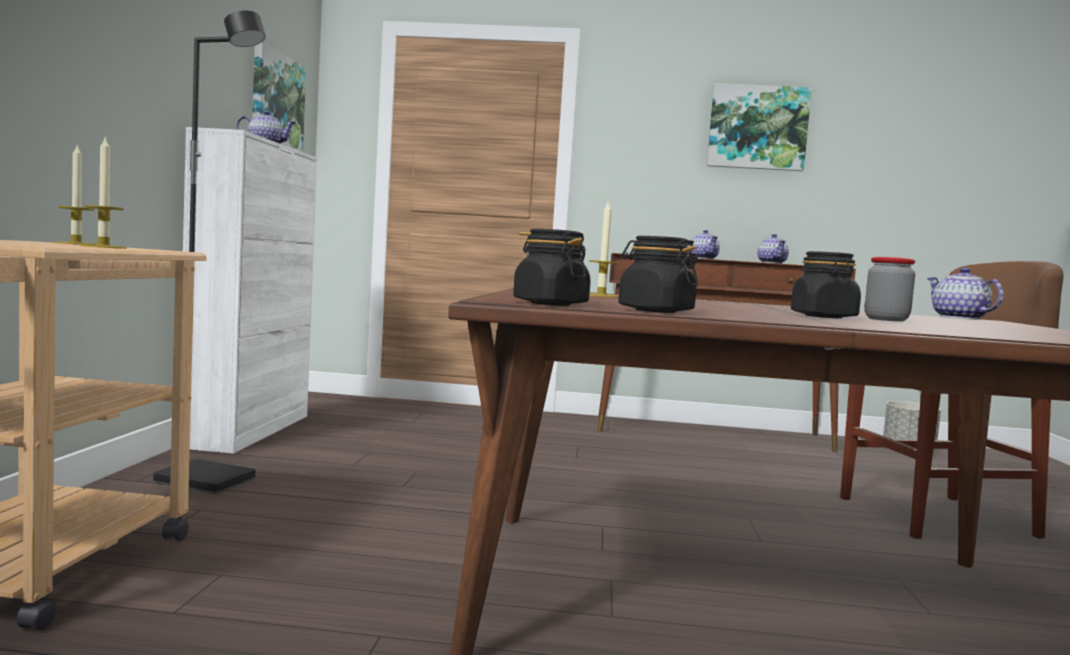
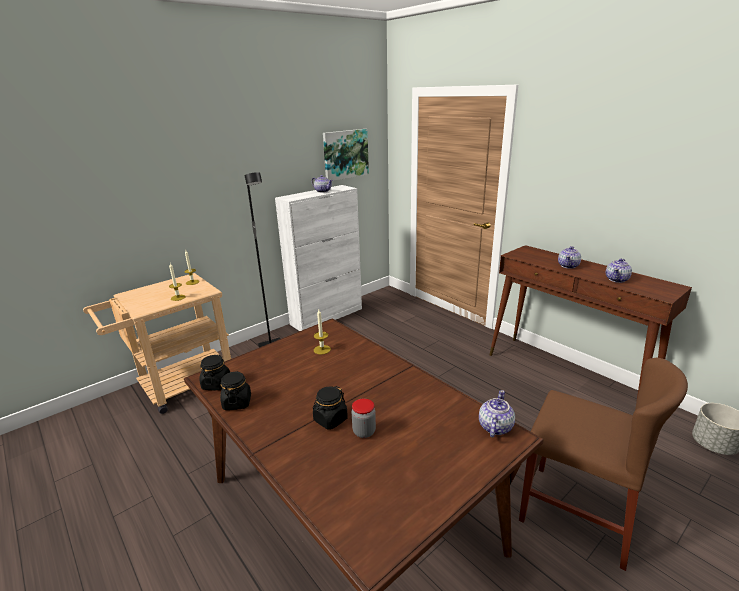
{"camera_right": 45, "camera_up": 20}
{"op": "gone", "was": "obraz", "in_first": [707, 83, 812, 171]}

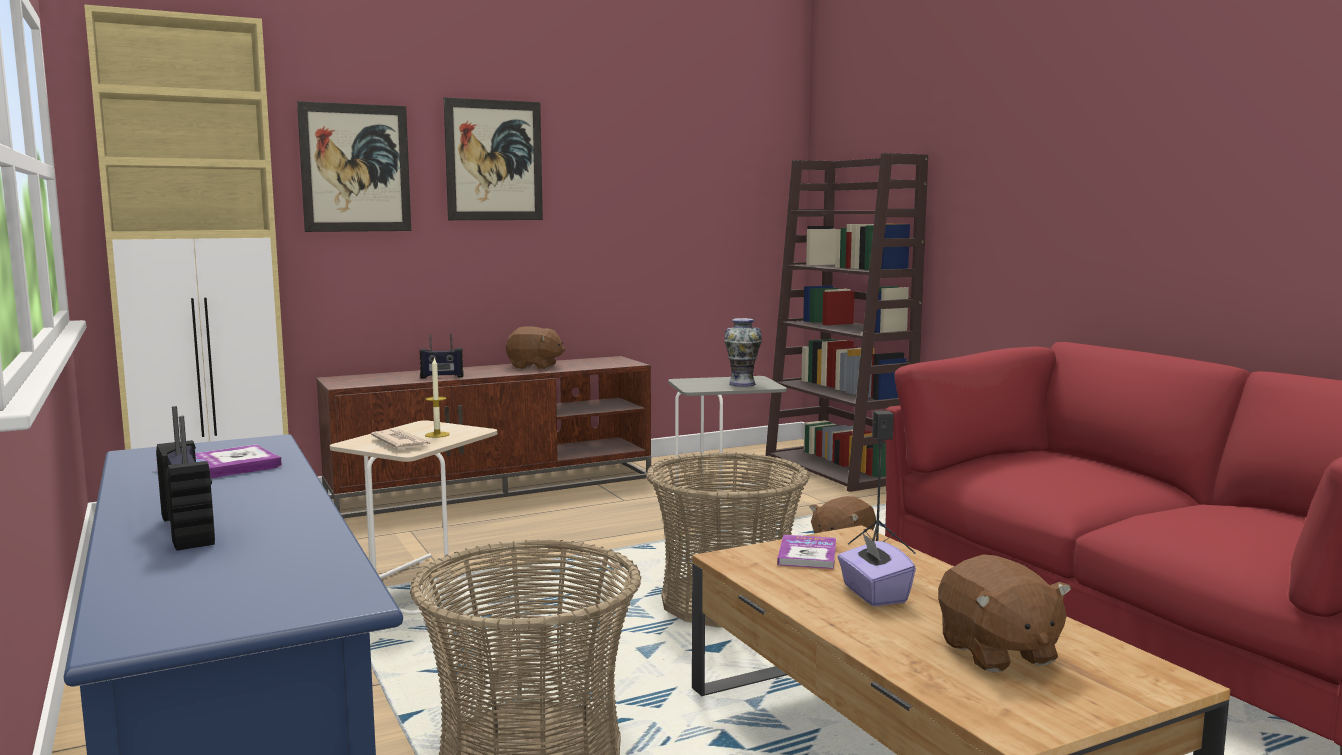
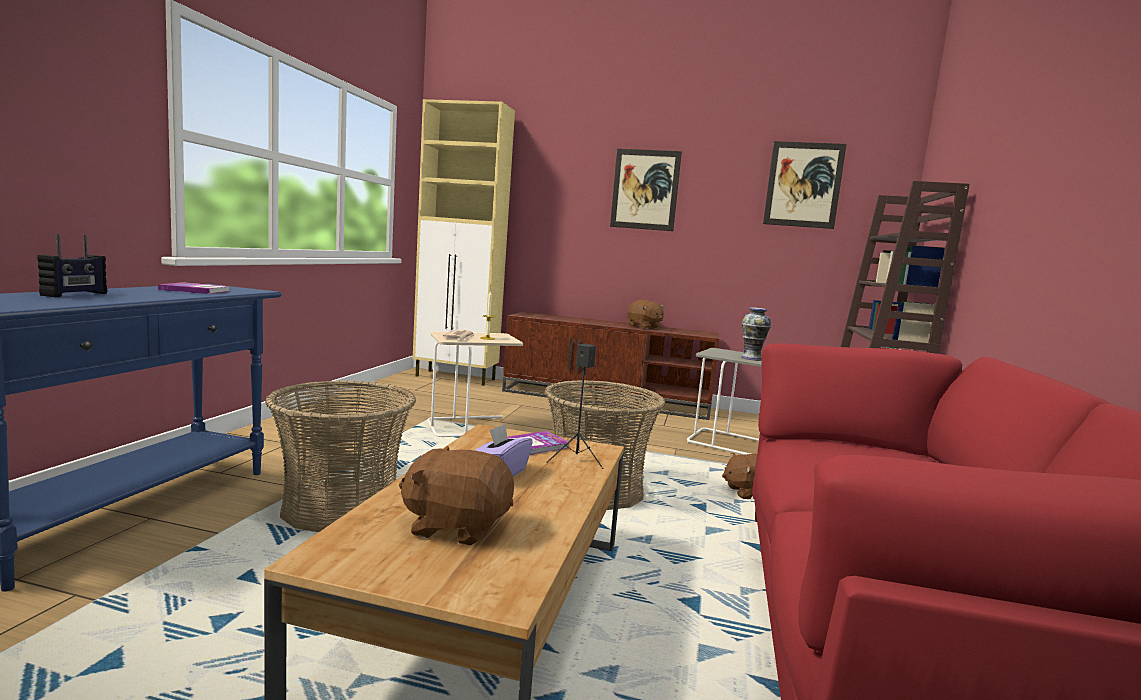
{"camera_right": 40, "camera_up": 0}
{"op": "shifted", "was": "obraz", "in_first": [297, 101, 411, 232], "in_second": [763, 141, 846, 229]}
{"op": "gone", "was": "radio", "in_first": [419, 334, 464, 379]}
{"op": "rotated", "was": "pluszak [brązowy]", "in_first": [938, 554, 1071, 672], "in_second": [399, 446, 514, 546], "clockwise": 75}

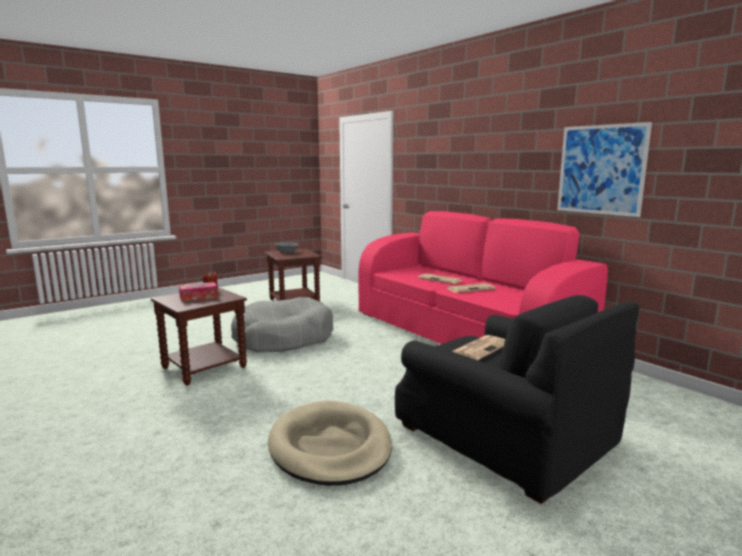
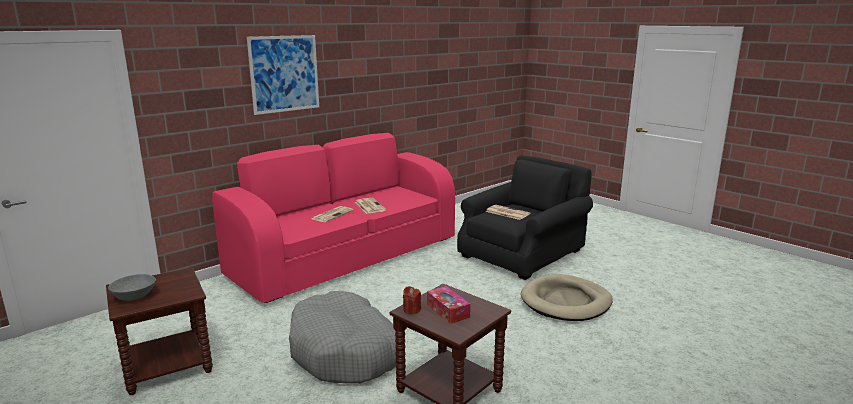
{"camera_right": -95, "camera_up": 5}
{"op": "shifted", "was": "obraz", "in_first": [557, 122, 652, 217], "in_second": [247, 35, 319, 115]}

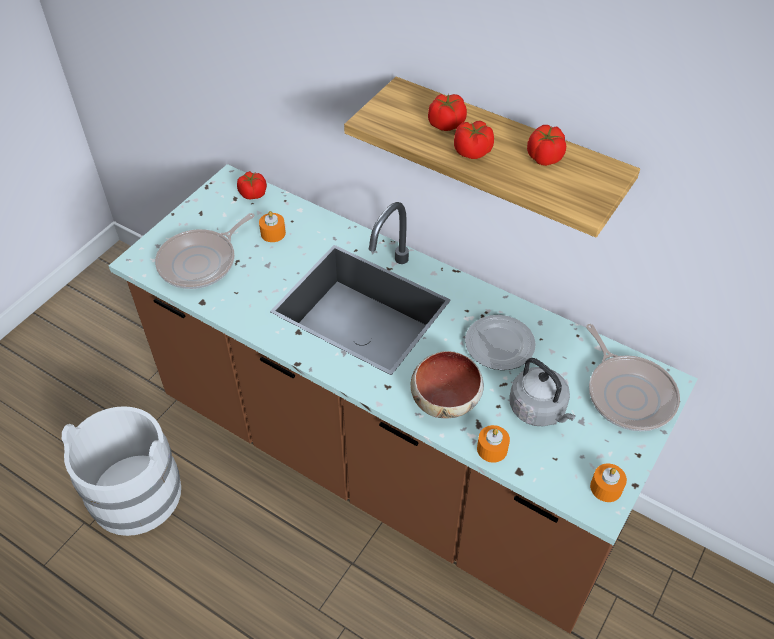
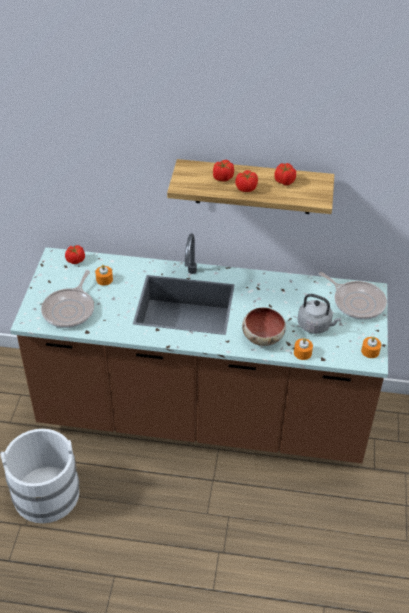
{"camera_right": -25, "camera_up": -5}
{"op": "gone", "was": "talerz", "in_first": [465, 315, 536, 370]}

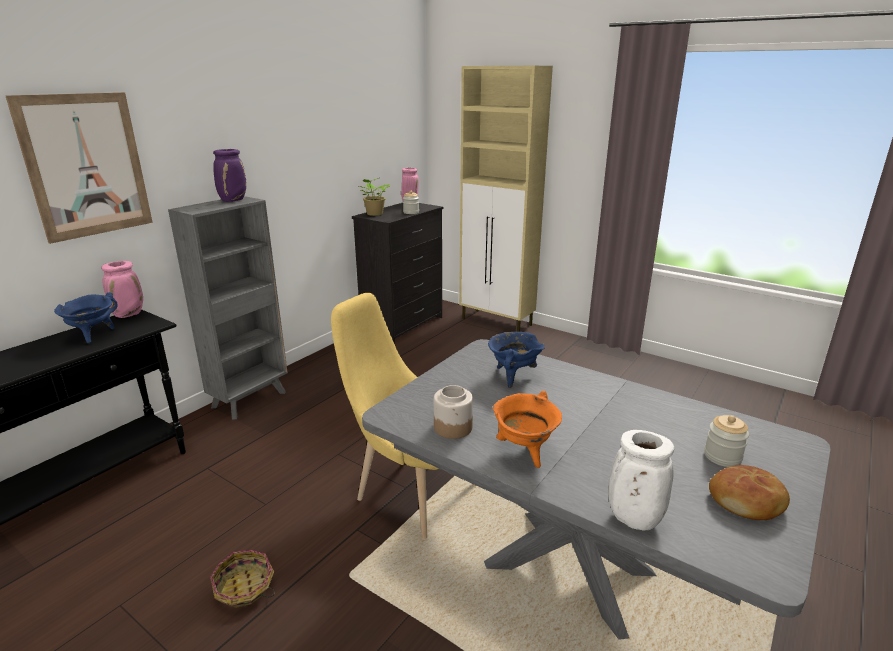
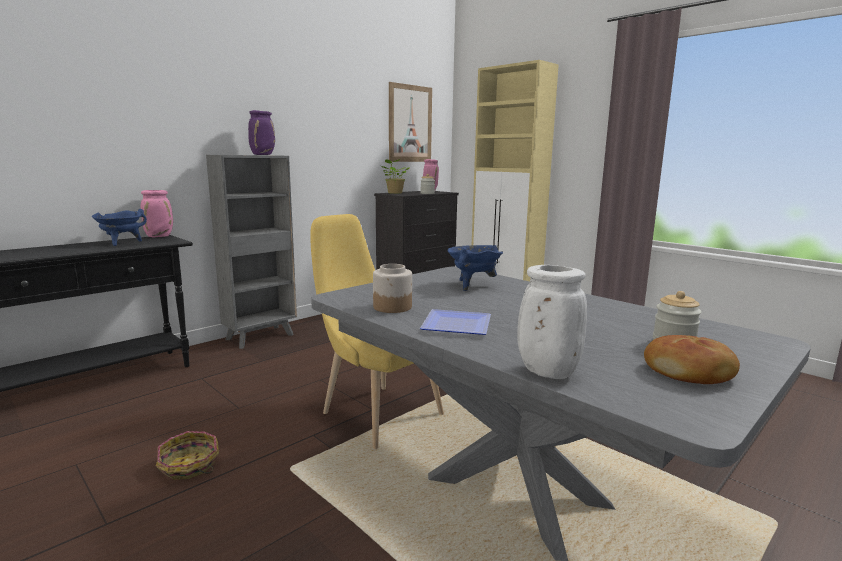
{"camera_right": 10, "camera_up": -10}
{"op": "shifted", "was": "obraz", "in_first": [6, 92, 153, 244], "in_second": [389, 82, 432, 162]}
{"op": "swapped", "was": "garnek [pomarańczowy]", "now": "talerz", "in_first": [493, 391, 562, 468], "in_second": [420, 309, 491, 335]}

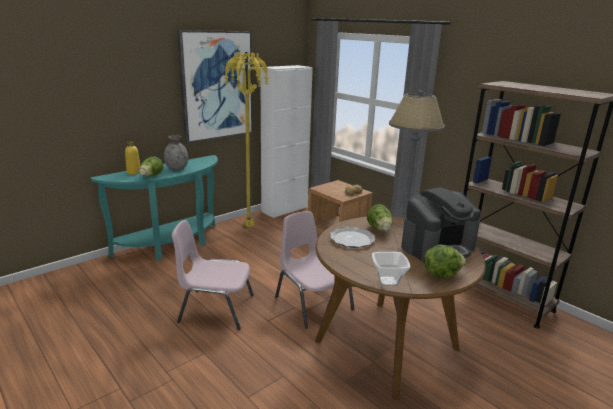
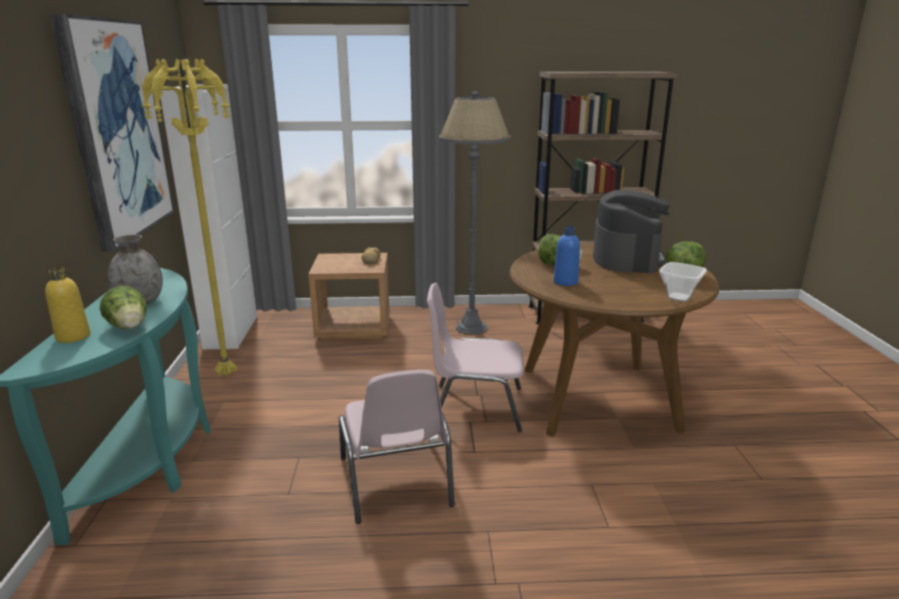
{"camera_right": -50, "camera_up": 0}
{"op": "rotated", "was": "krzesło [różowy]", "in_first": [172, 220, 254, 330], "in_second": [339, 370, 455, 524], "clockwise": -60}
{"op": "swapped", "was": "talerz", "now": "butelka [niebieski]", "in_first": [330, 227, 375, 248], "in_second": [554, 226, 580, 286]}

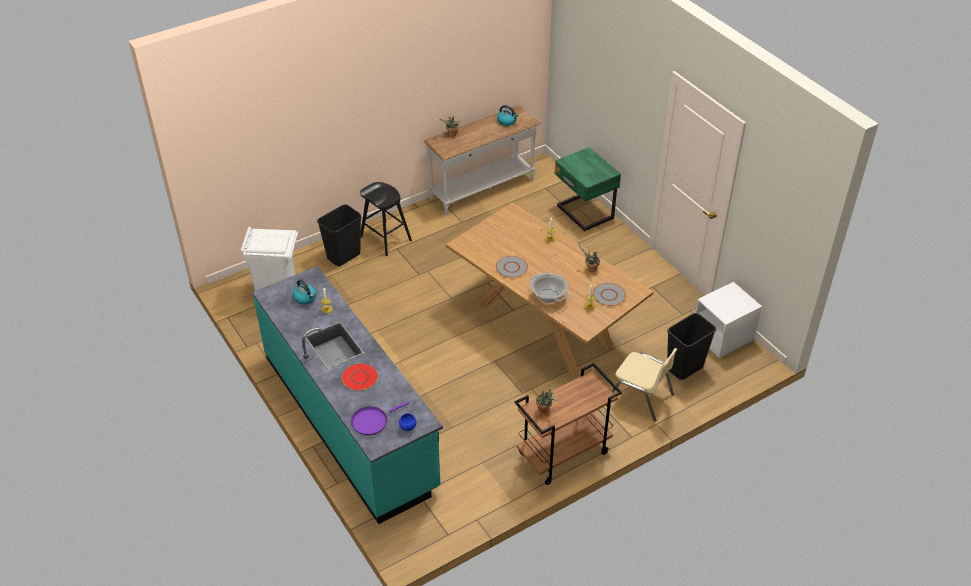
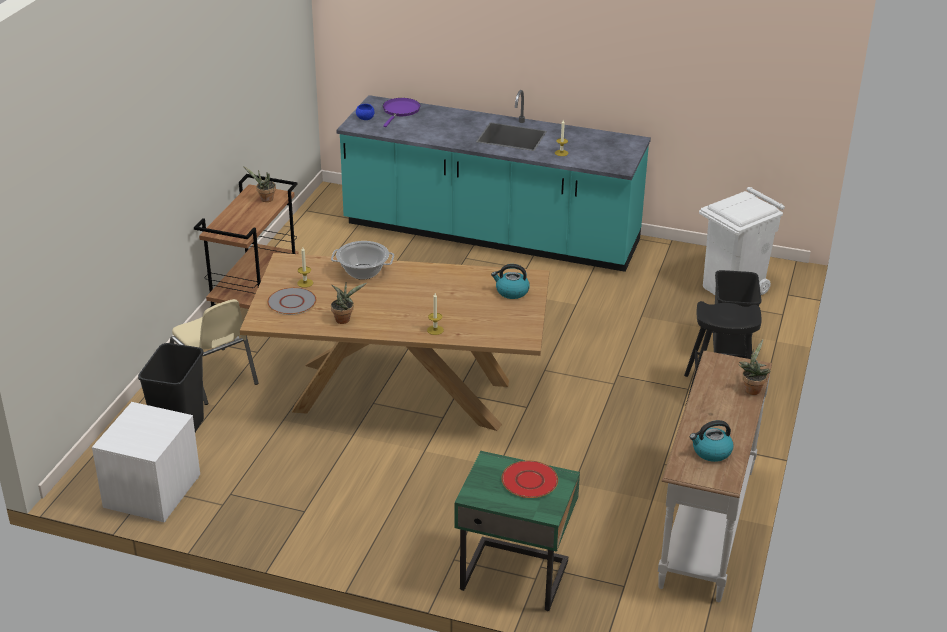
{"camera_right": 140, "camera_up": -10}
{"op": "shifted", "was": "czajnik", "in_first": [293, 279, 316, 305], "in_second": [491, 264, 530, 299]}
{"op": "shifted", "was": "talerz [czerwony]", "in_first": [342, 363, 378, 391], "in_second": [501, 460, 558, 498]}
{"op": "gone", "was": "talerz [szary]", "in_first": [496, 256, 528, 278]}
{"op": "rotated", "was": "krzesło [beżowy]", "in_first": [611, 348, 677, 422], "in_second": [170, 299, 259, 405], "clockwise": -120}

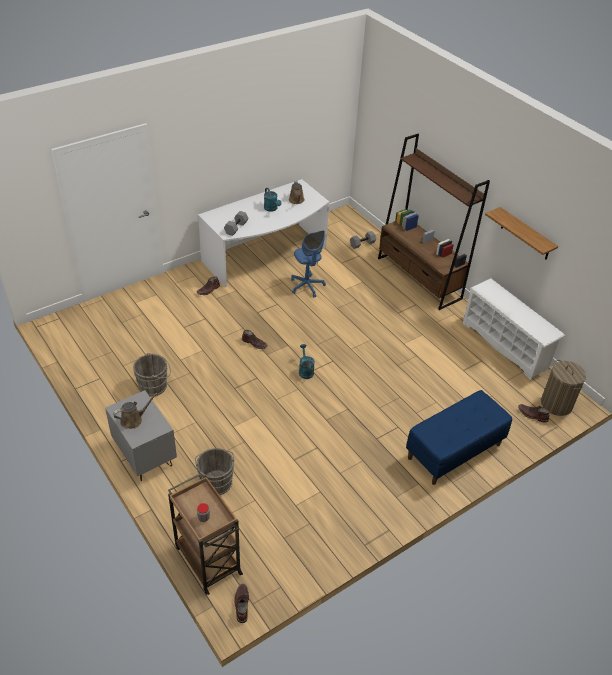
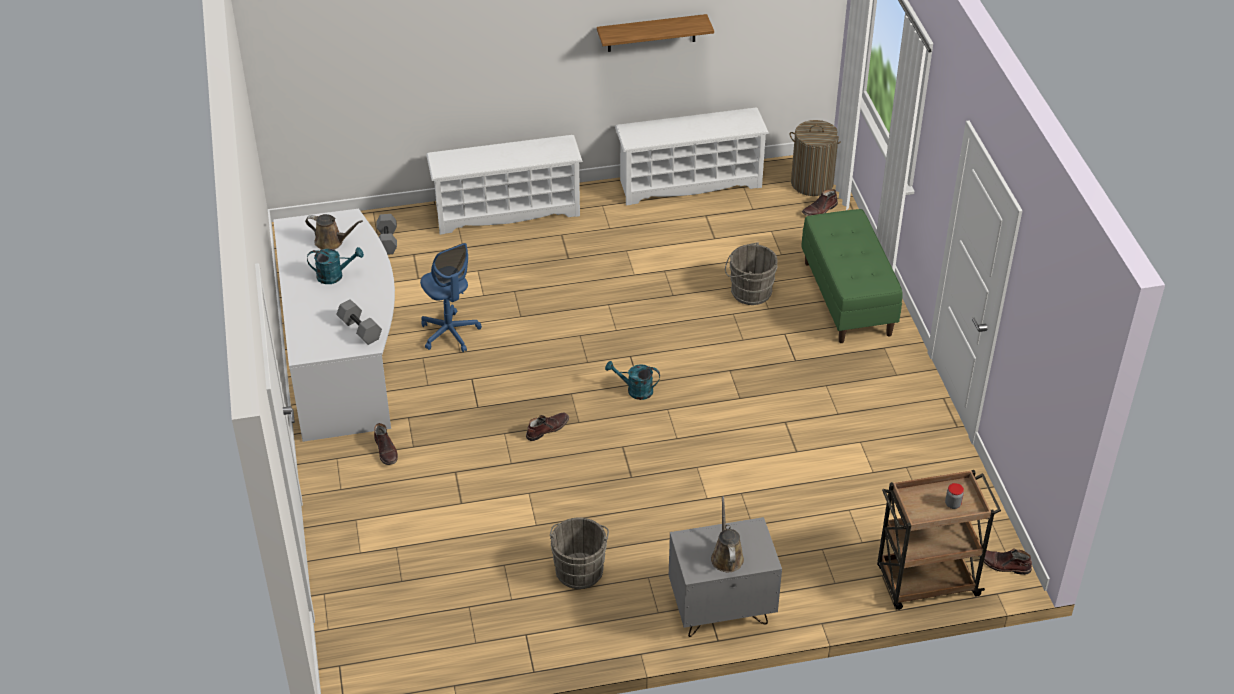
{"camera_right": -65, "camera_up": 0}
{"op": "shifted", "was": "wiadro [szary]", "in_first": [195, 448, 235, 495], "in_second": [725, 242, 778, 305]}
{"op": "rotated", "was": "krzesło biurowe [niebieski]", "in_first": [291, 230, 326, 297], "in_second": [420, 243, 482, 352], "clockwise": 60}
{"op": "swapped", "was": "regał [brązowy]", "now": "regał na buty [biały]", "in_first": [378, 133, 490, 310], "in_second": [426, 135, 583, 235]}
{"op": "repainted", "was": "ławka [niebieski]", "now": "ławka [zielony]", "in_first": [406, 390, 512, 485], "in_second": [801, 209, 903, 343]}

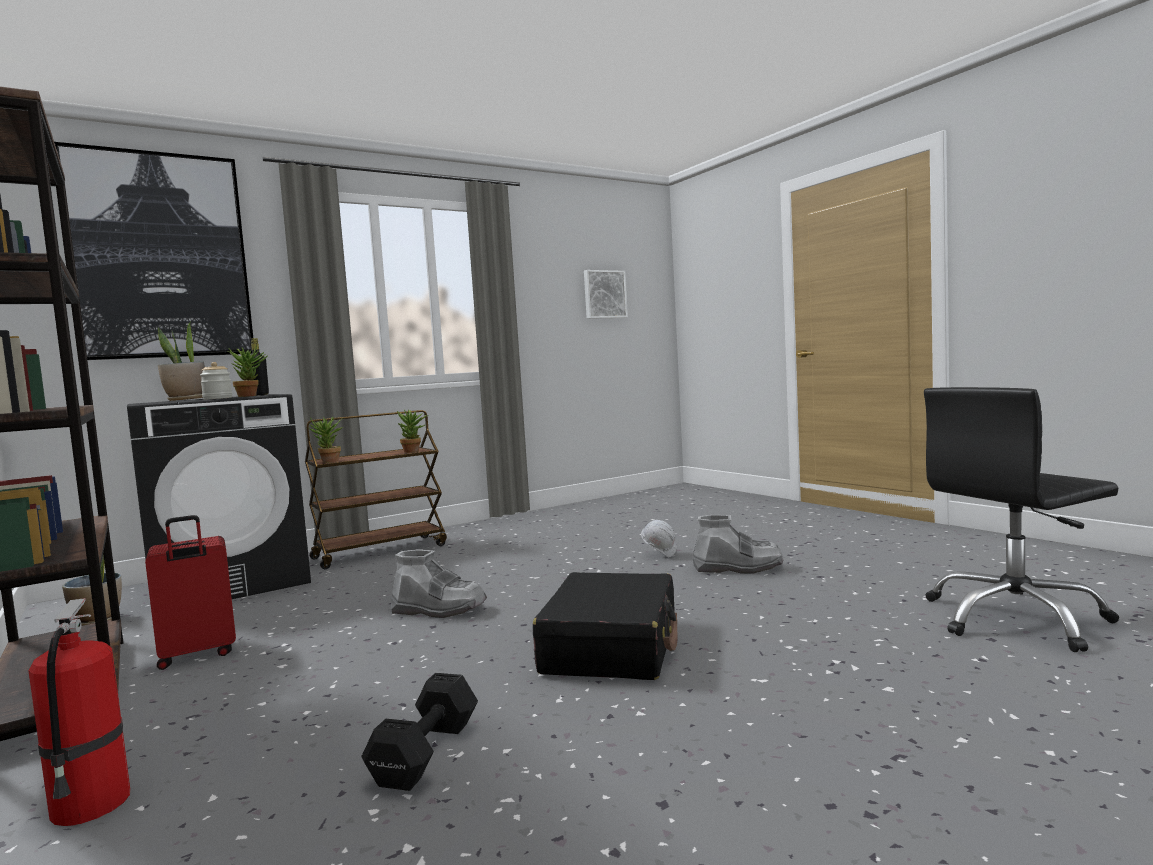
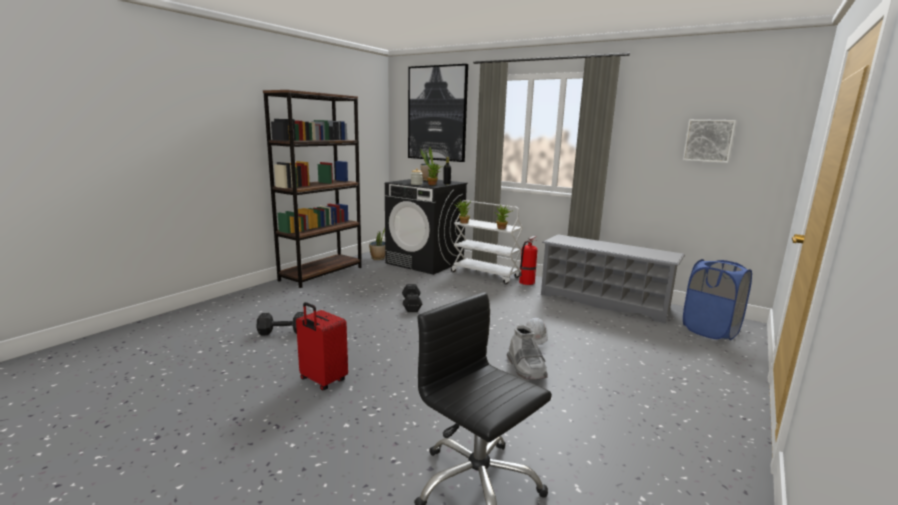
{"camera_right": 65, "camera_up": 10}
{"op": "shifted", "was": "gaśnica", "in_first": [28, 598, 130, 826], "in_second": [518, 236, 538, 285]}
{"op": "shifted", "was": "walizka [czerwony]", "in_first": [145, 515, 236, 670], "in_second": [296, 302, 348, 391]}
{"op": "repainted", "was": "wózek [brązowy]", "now": "wózek [biały]", "in_first": [305, 410, 447, 569], "in_second": [451, 200, 523, 284]}
{"op": "swapped", "was": "but z cholewką [szary]", "now": "hantel [czarny]", "in_first": [391, 550, 487, 618], "in_second": [402, 284, 422, 312]}
{"op": "gone", "was": "walizka [czarny]", "in_first": [533, 572, 678, 680]}
{"op": "new", "now": "regał na buty [szary]", "in_second": [541, 234, 685, 323]}
{"op": "new", "now": "kosz na pranie [niebieski]", "in_second": [683, 259, 752, 340]}

